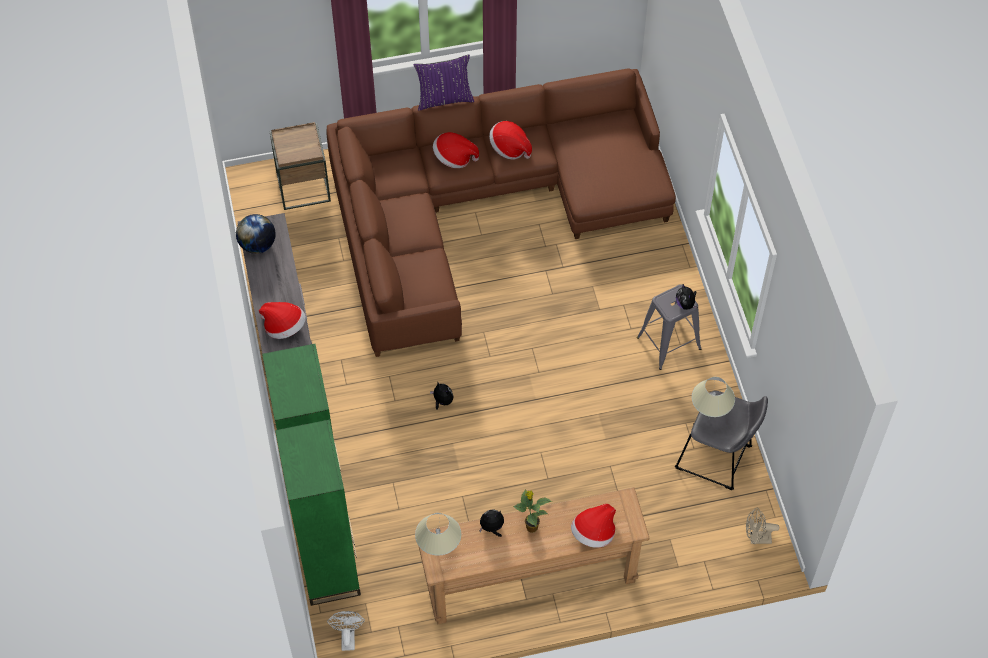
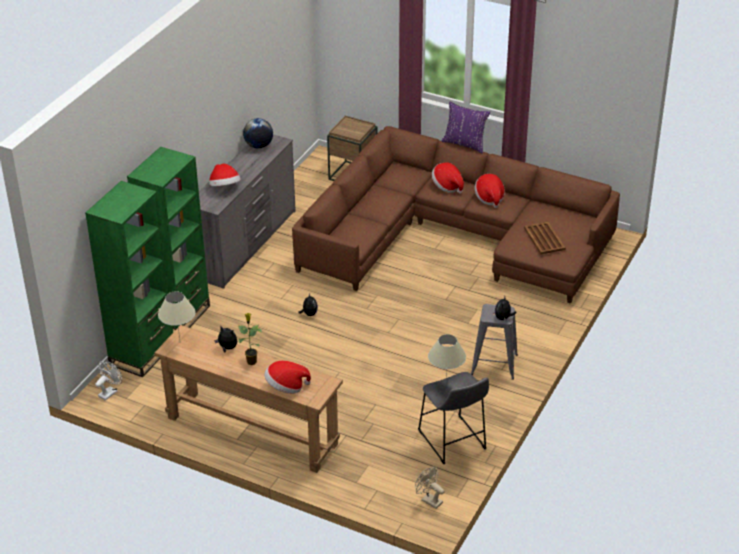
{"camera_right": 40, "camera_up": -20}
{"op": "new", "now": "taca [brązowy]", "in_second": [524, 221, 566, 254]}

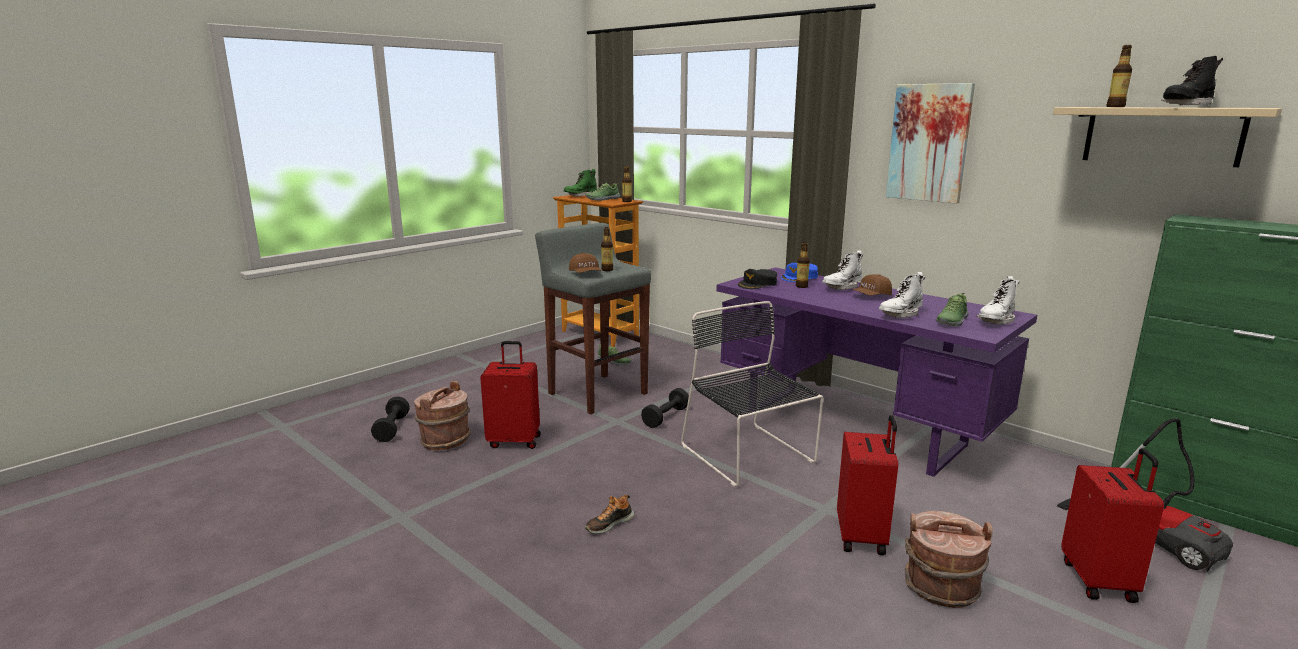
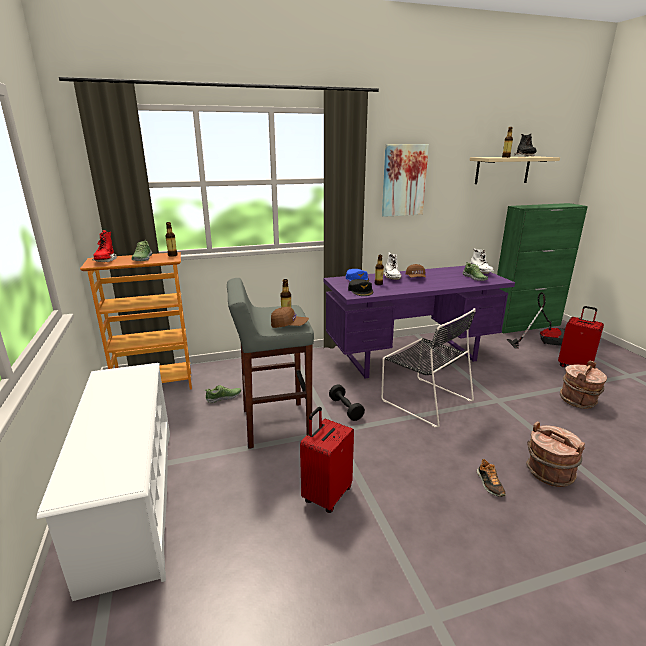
{"camera_right": -60, "camera_up": 5}
{"op": "gone", "was": "hantel [czarny]", "in_first": [371, 397, 410, 442]}
{"op": "shifted", "was": "wiadro [brązowy]", "in_first": [414, 381, 471, 450], "in_second": [526, 421, 585, 487]}
{"op": "repainted", "was": "but z cholewką [zielony]", "now": "but z cholewką [czerwony]", "in_first": [564, 169, 597, 197], "in_second": [92, 230, 117, 262]}
{"op": "rotated", "was": "krzesło [czarny]", "in_first": [681, 301, 823, 487], "in_second": [381, 308, 476, 428], "clockwise": -135}
{"op": "gone", "was": "walizka [czerwony]", "in_first": [837, 415, 898, 555]}
{"op": "gone", "was": "but z cholewką [biały]", "in_first": [879, 272, 926, 318]}
{"op": "new", "now": "regał na buty [biały]", "in_second": [37, 363, 170, 601]}

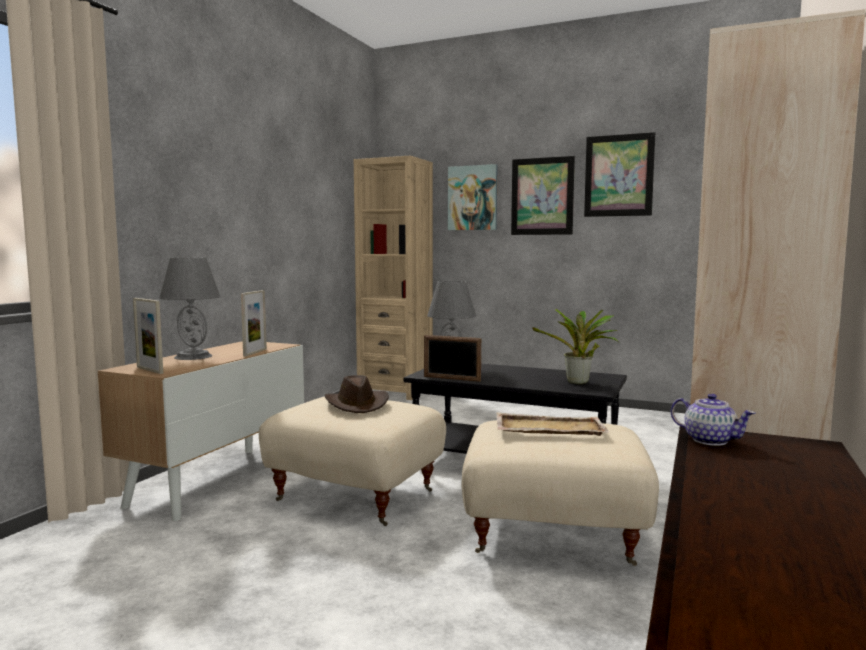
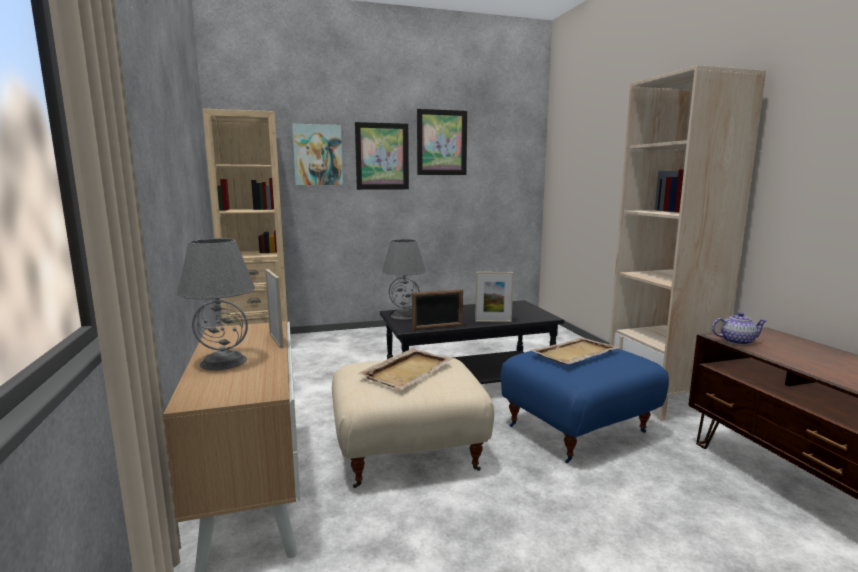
{"camera_right": -40, "camera_up": 5}
{"op": "shifted", "was": "ramka na zdjęcie", "in_first": [133, 298, 163, 374], "in_second": [475, 272, 513, 322]}
{"op": "swapped", "was": "kapelusz [brązowy]", "now": "taca [beżowy]", "in_first": [325, 375, 389, 413], "in_second": [358, 348, 453, 389]}
{"op": "repainted", "was": "pufa [beżowy]", "now": "pufa [niebieski]", "in_first": [462, 420, 659, 566], "in_second": [501, 348, 669, 463]}
{"op": "gone", "was": "roślina doniczkowa", "in_first": [532, 309, 618, 384]}

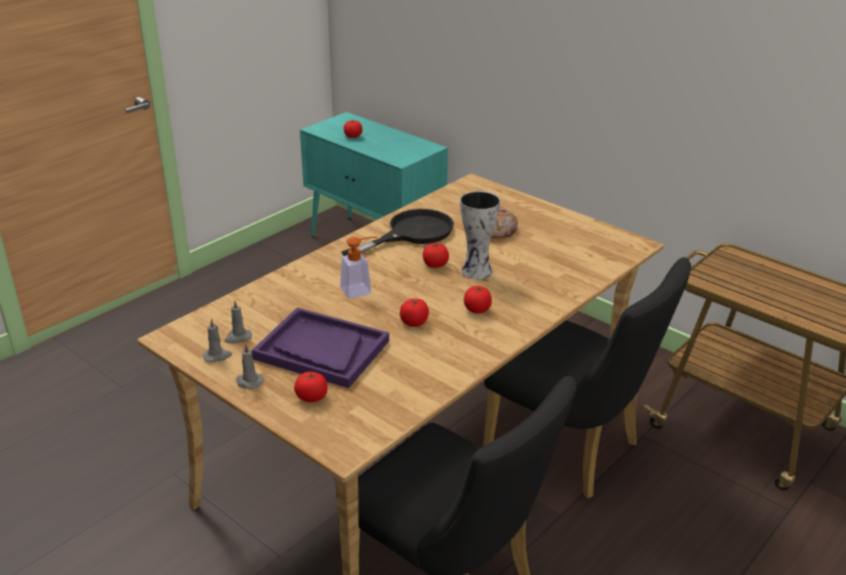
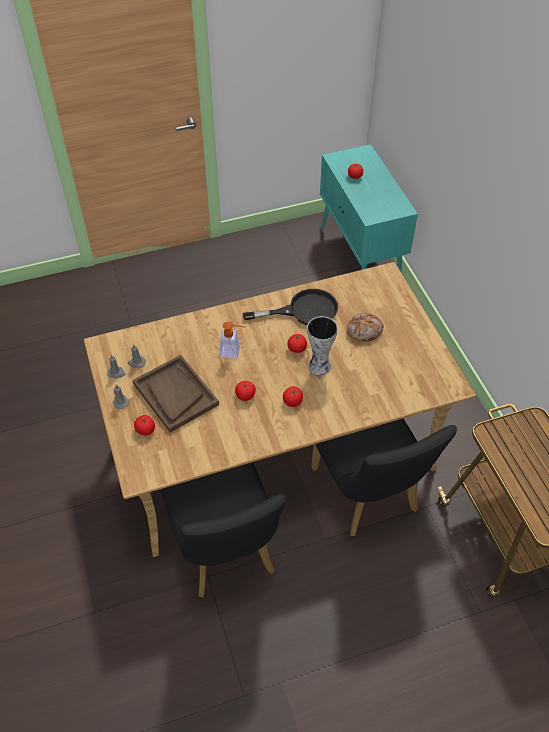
{"camera_right": 30, "camera_up": 20}
{"op": "repainted", "was": "taca [fioletowy]", "now": "taca [brązowy]", "in_first": [251, 307, 389, 388], "in_second": [133, 355, 219, 433]}

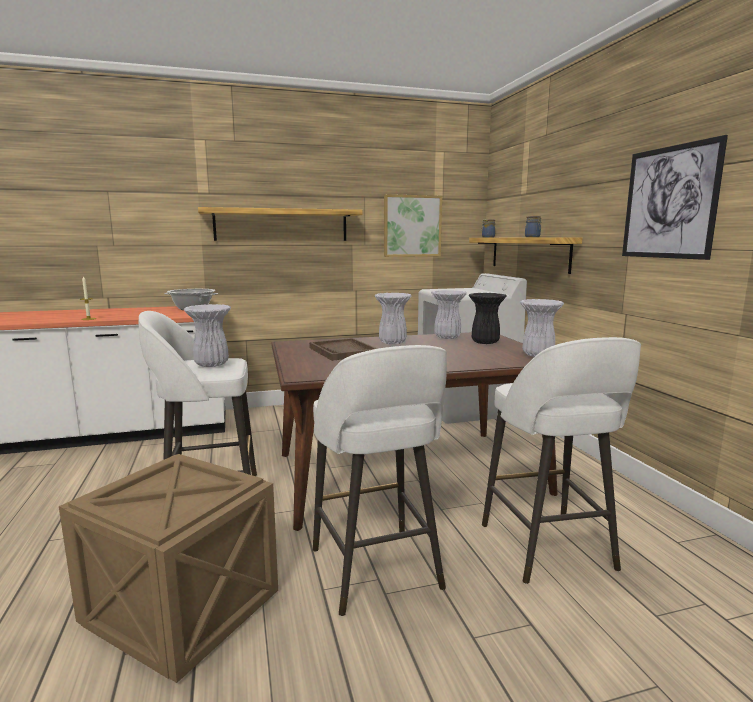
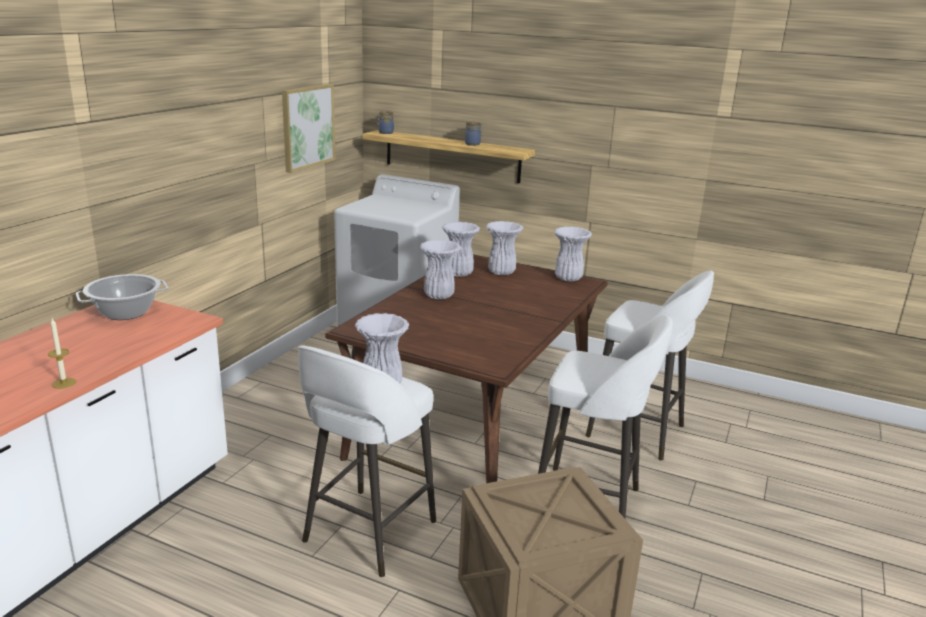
{"camera_right": -50, "camera_up": 10}
{"op": "gone", "was": "półka", "in_first": [198, 207, 363, 241]}
{"op": "gone", "was": "taca [brązowy]", "in_first": [309, 338, 378, 361]}
{"op": "repainted", "was": "wazon [czarny]", "now": "wazon [biały]", "in_first": [469, 293, 507, 344], "in_second": [486, 221, 523, 275]}
{"op": "gone", "was": "obraz", "in_first": [622, 135, 728, 260]}

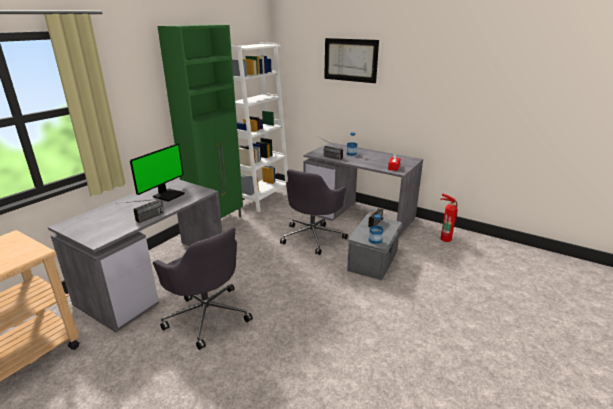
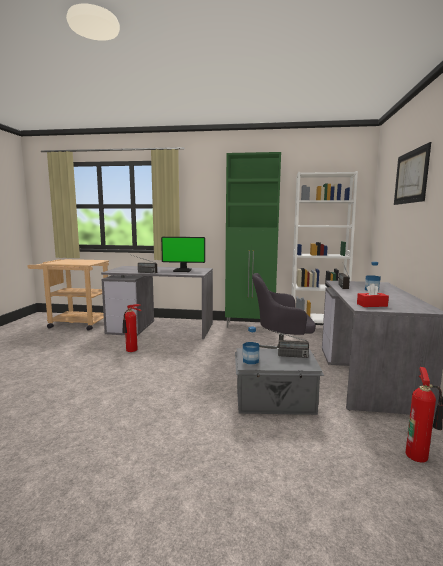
{"camera_right": 65, "camera_up": -15}
{"op": "swapped", "was": "krzesło biurowe [szary]", "now": "gaśnica", "in_first": [153, 227, 253, 350], "in_second": [122, 304, 142, 352]}

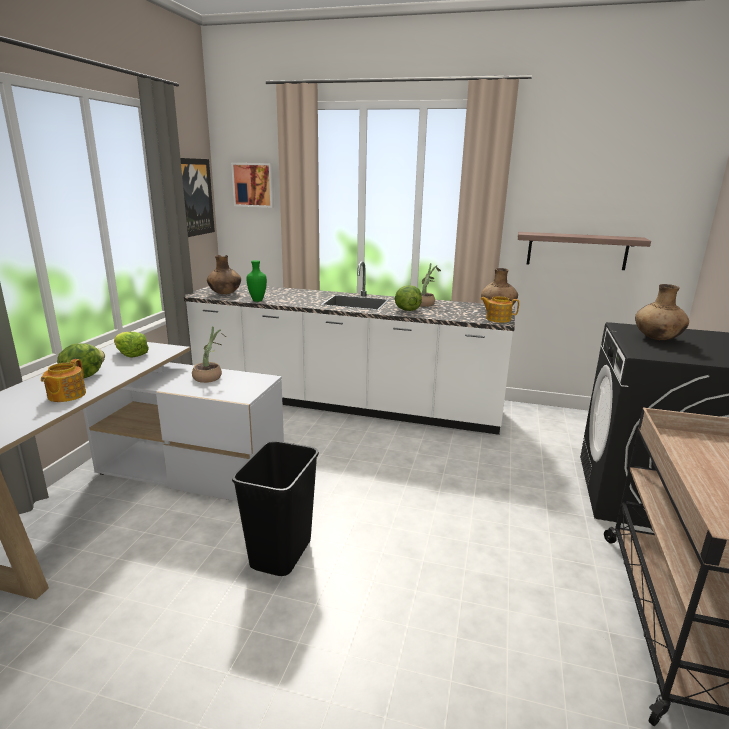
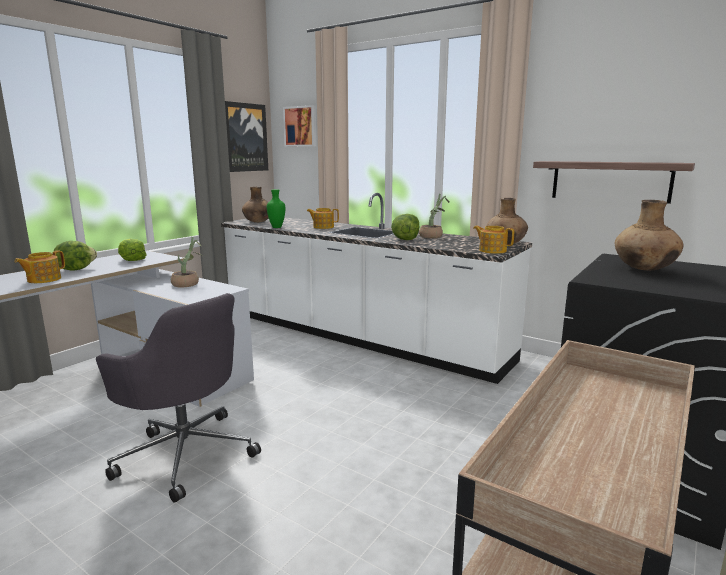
{"camera_right": 20, "camera_up": -5}
{"op": "swapped", "was": "kosz na śmieci [czarny]", "now": "krzesło biurowe [szary]", "in_first": [232, 441, 319, 576], "in_second": [96, 293, 261, 503]}
{"op": "new", "now": "imbryk", "in_second": [307, 208, 339, 229]}

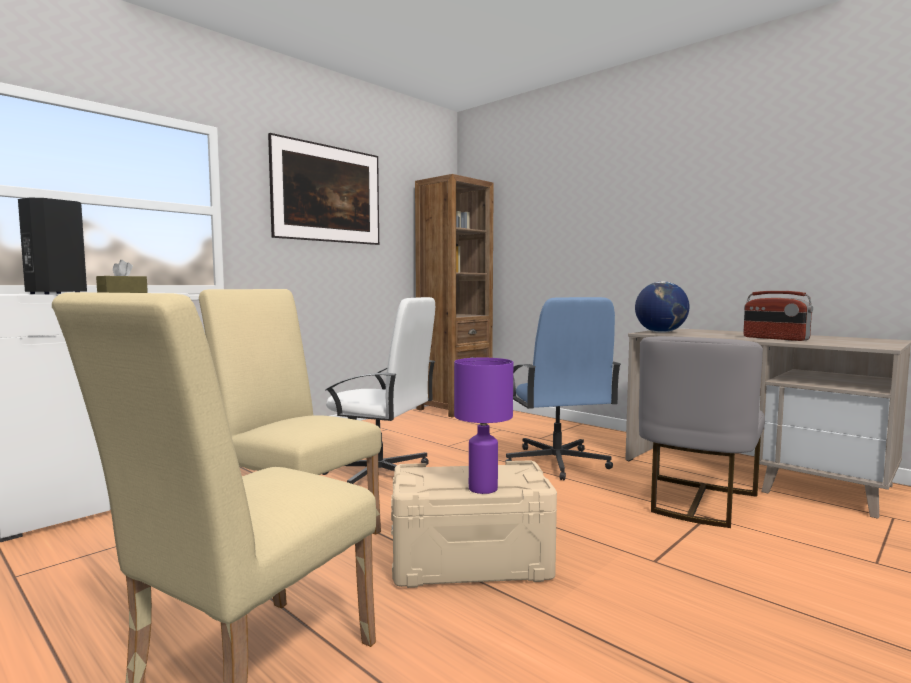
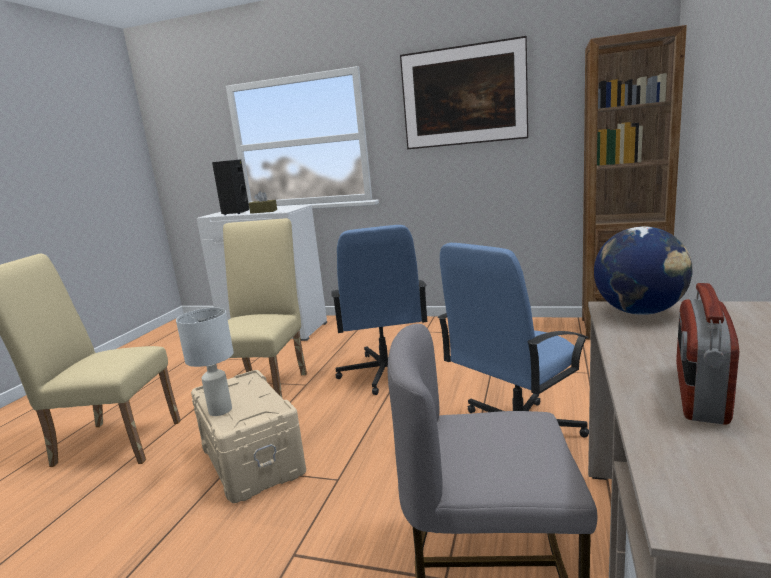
{"camera_right": 65, "camera_up": 10}
{"op": "repainted", "was": "krzesło biurowe [biały]", "now": "krzesło biurowe [niebieski]", "in_first": [323, 297, 436, 484], "in_second": [331, 225, 427, 395]}
{"op": "repainted", "was": "lampa stołowa [fioletowy]", "now": "lampa stołowa [biały]", "in_first": [454, 358, 513, 494], "in_second": [176, 308, 234, 416]}

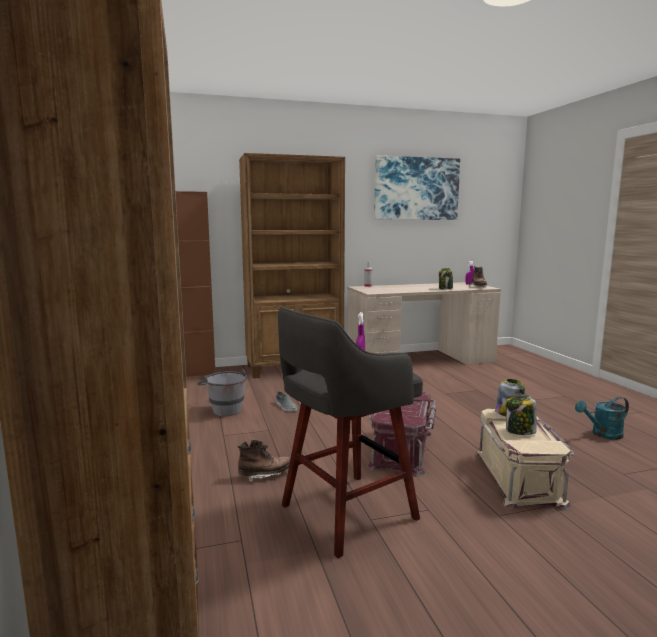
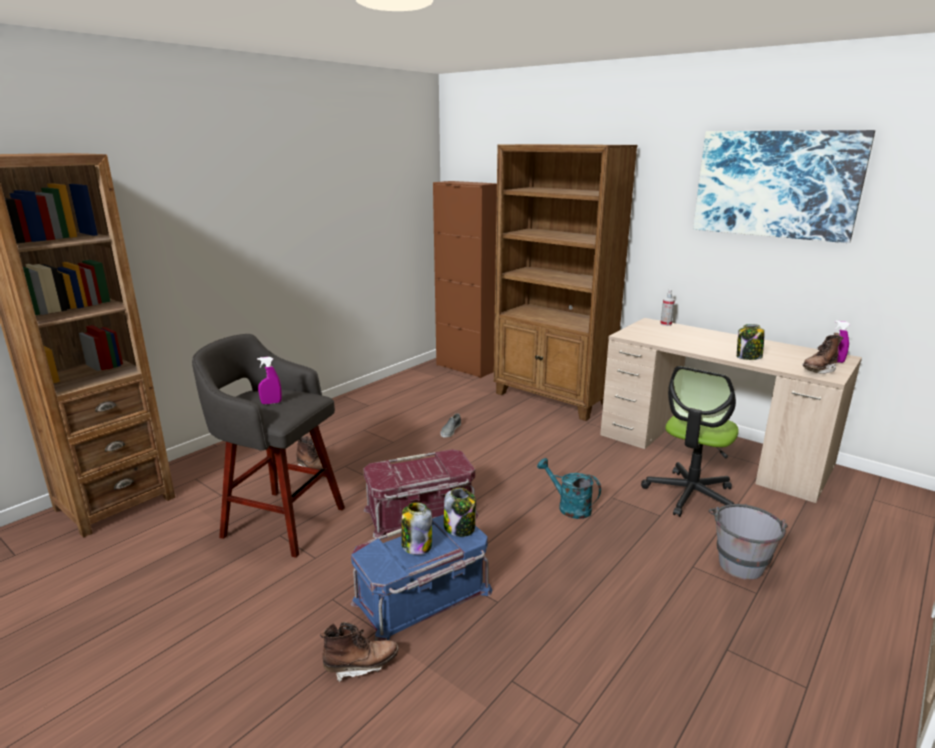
{"camera_right": 55, "camera_up": 10}
{"op": "shifted", "was": "wiadro [szary]", "in_first": [197, 369, 248, 416], "in_second": [709, 504, 788, 580]}
{"op": "repainted", "was": "pojemnik do przechowywania [beżowy]", "now": "pojemnik do przechowywania [niebieski]", "in_first": [475, 409, 574, 510], "in_second": [351, 515, 492, 641]}
{"op": "shifted", "was": "konewka [turkusowy]", "in_first": [575, 397, 629, 440], "in_second": [537, 458, 601, 519]}
{"op": "new", "now": "but z cholewką [brązowy]", "in_second": [320, 622, 398, 682]}
{"op": "new", "now": "krzesło biurowe", "in_second": [641, 366, 739, 517]}

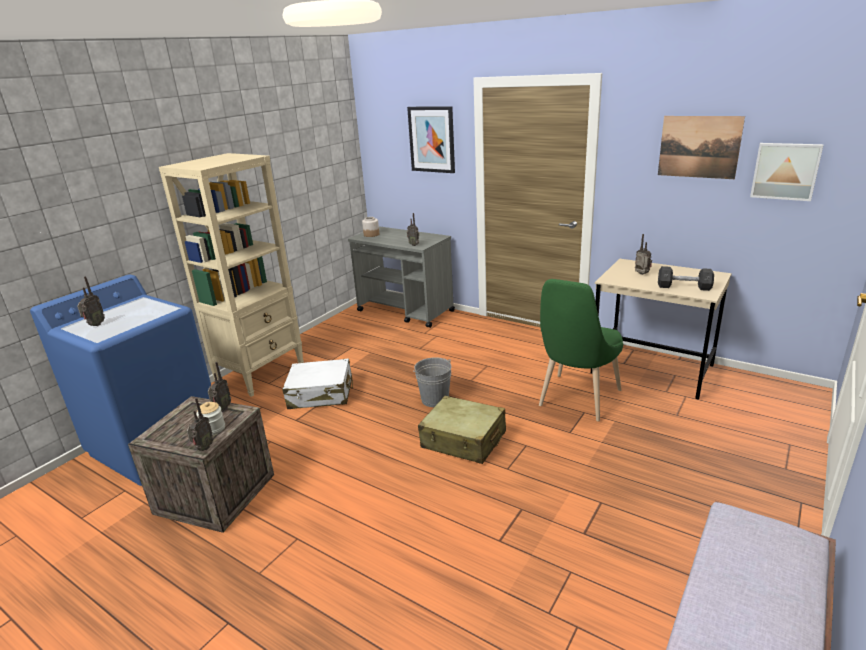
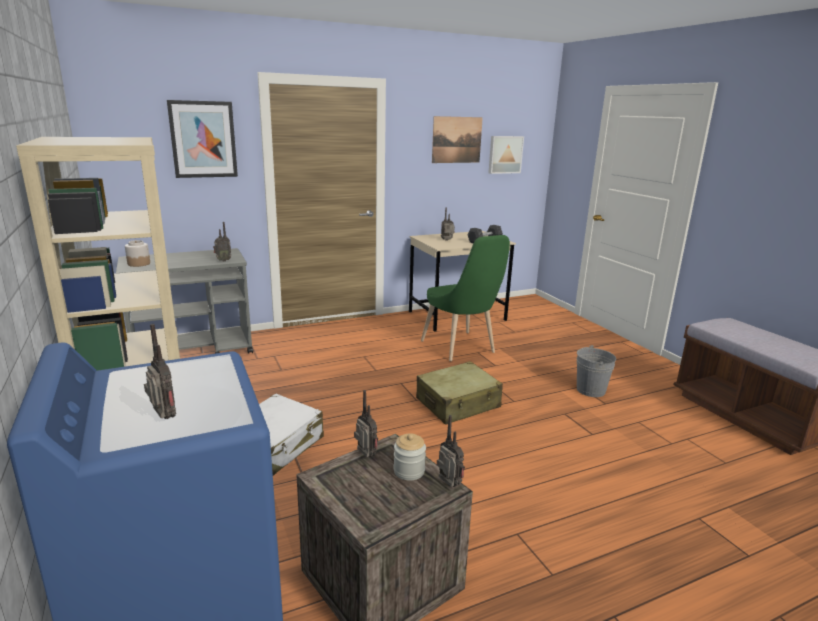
{"camera_right": -60, "camera_up": -5}
{"op": "shifted", "was": "wiadro [szary]", "in_first": [413, 357, 451, 407], "in_second": [577, 345, 616, 397]}

